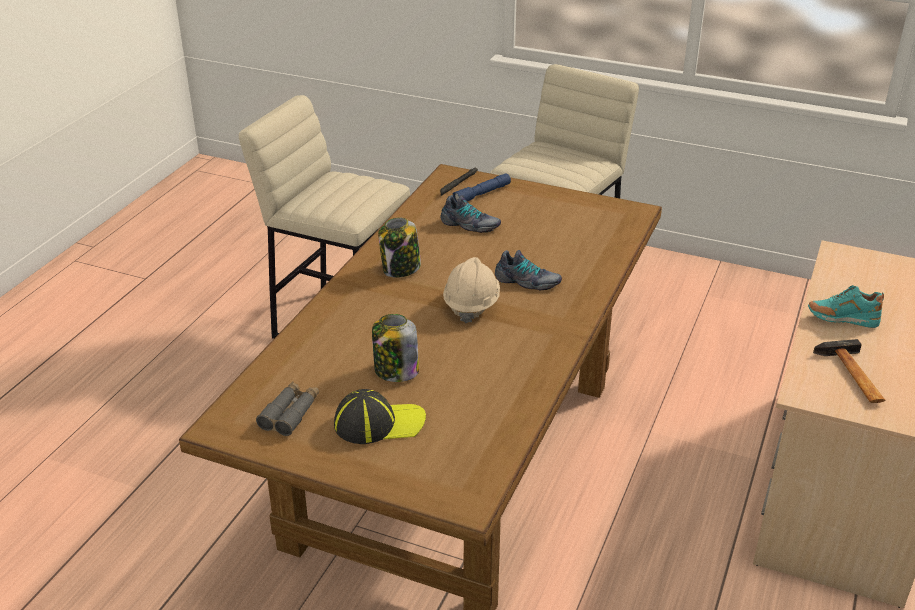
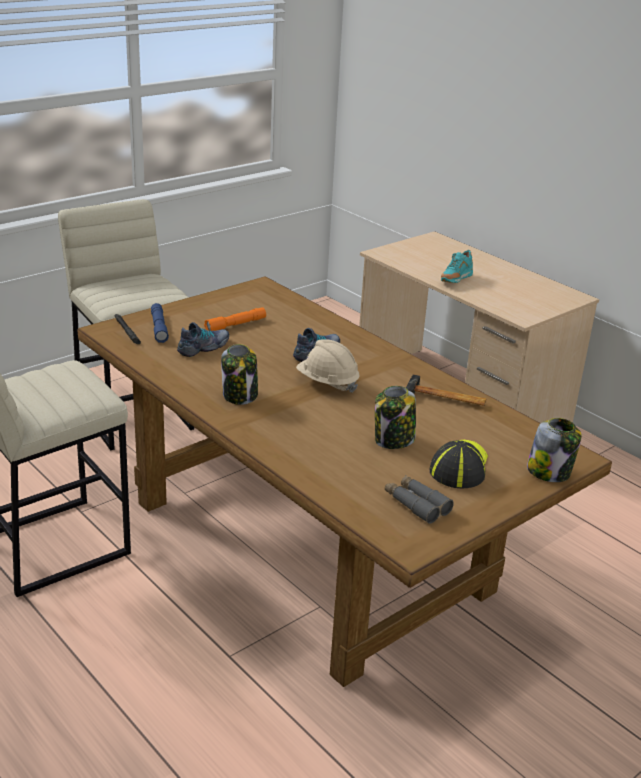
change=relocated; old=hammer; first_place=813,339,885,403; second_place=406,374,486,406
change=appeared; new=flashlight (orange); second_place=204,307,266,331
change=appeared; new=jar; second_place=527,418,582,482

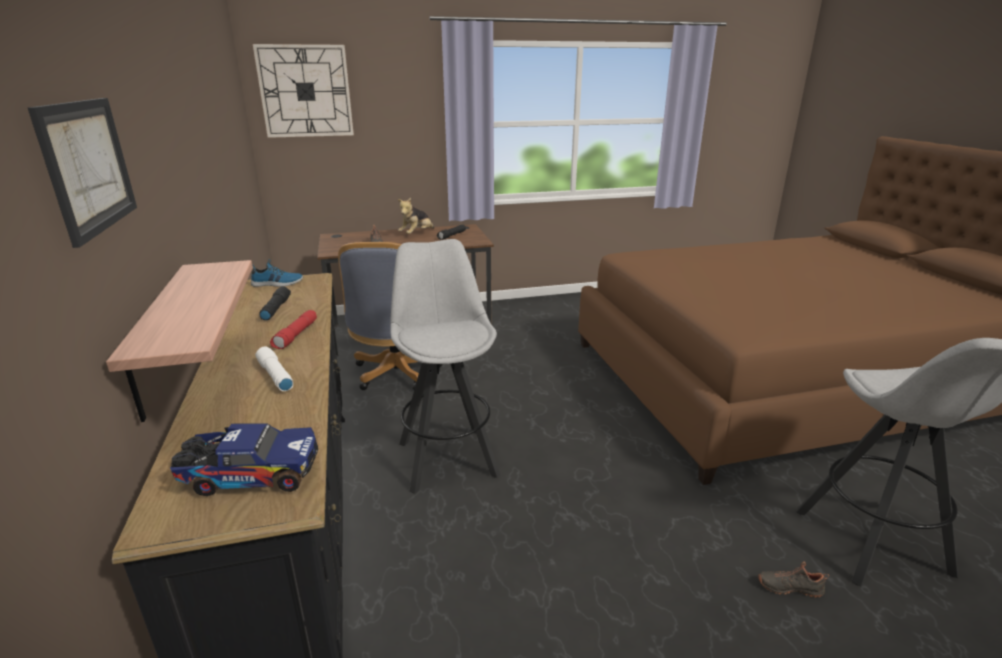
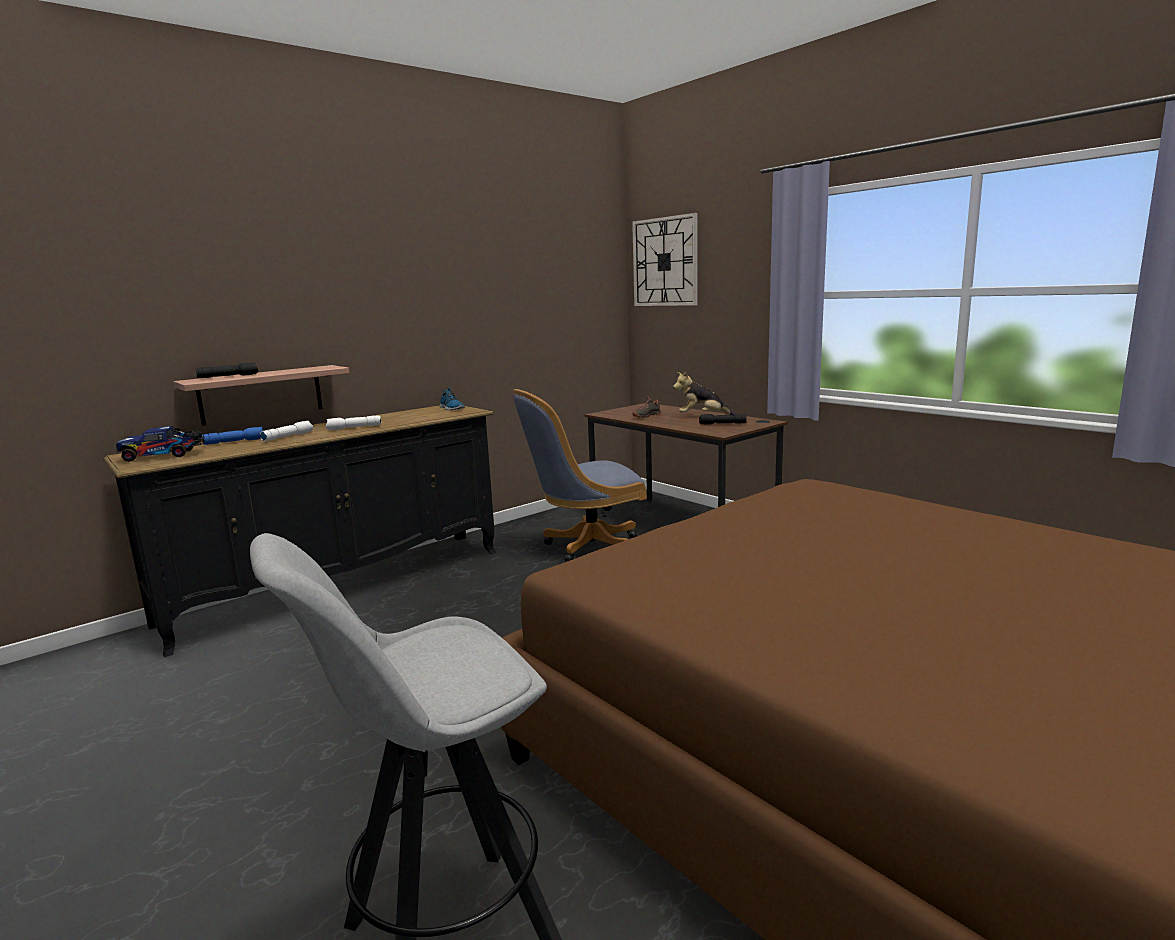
change=missing; old=picture; first_place=28,98,137,248
change=spun; old=toy truck; first_place=170,424,318,496; second_place=116,426,205,462; degrees=105
change=relocated; old=flashlight (black); first_place=259,286,291,320; second_place=196,363,258,378
change=colour; old=flashlight (red); new=flashlight (white); first_place=270,310,317,349; second_place=326,415,381,430
change=missing; old=stool (grey); first_place=390,239,500,494
change=missing; old=shoe (black); first_place=758,562,829,598
change=appeared; new=flashlight (blue); second_place=202,427,263,445

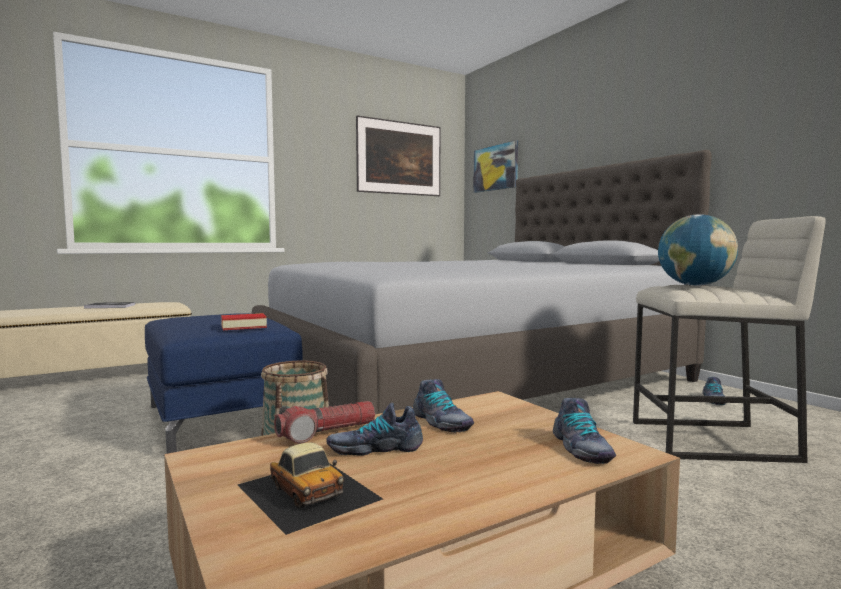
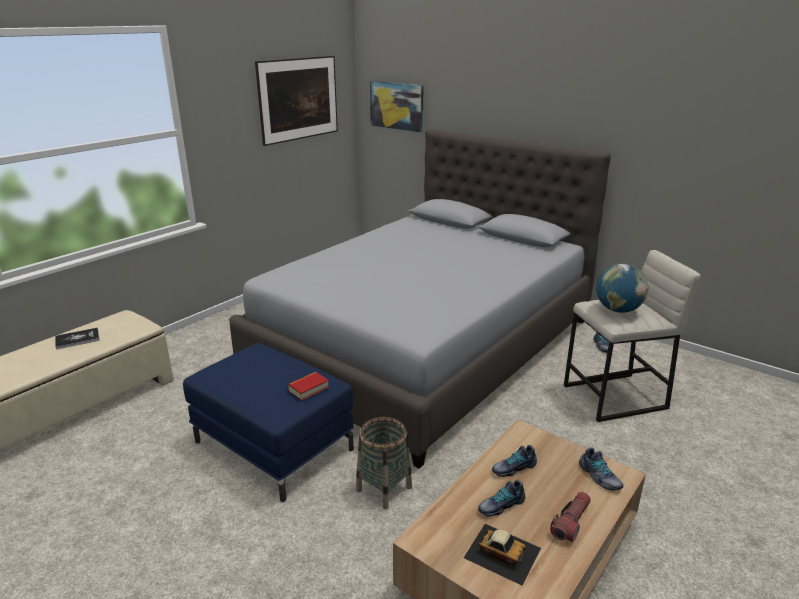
change=relocated; old=flashlight; first_place=274,401,375,444; second_place=550,492,591,542
change=spun; old=shoe; first_place=413,379,474,432; second_place=492,445,537,477; degrees=120

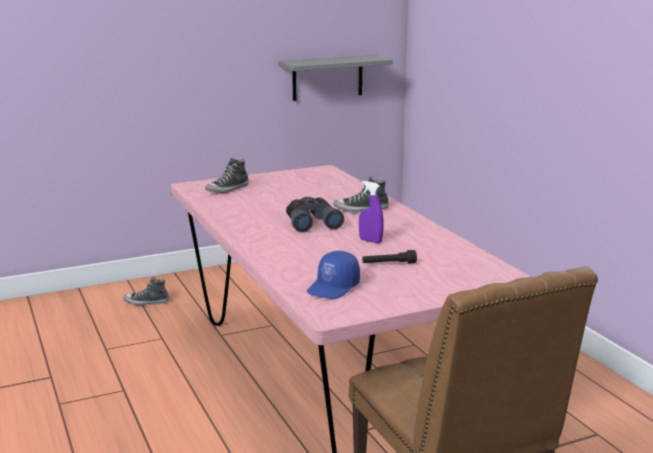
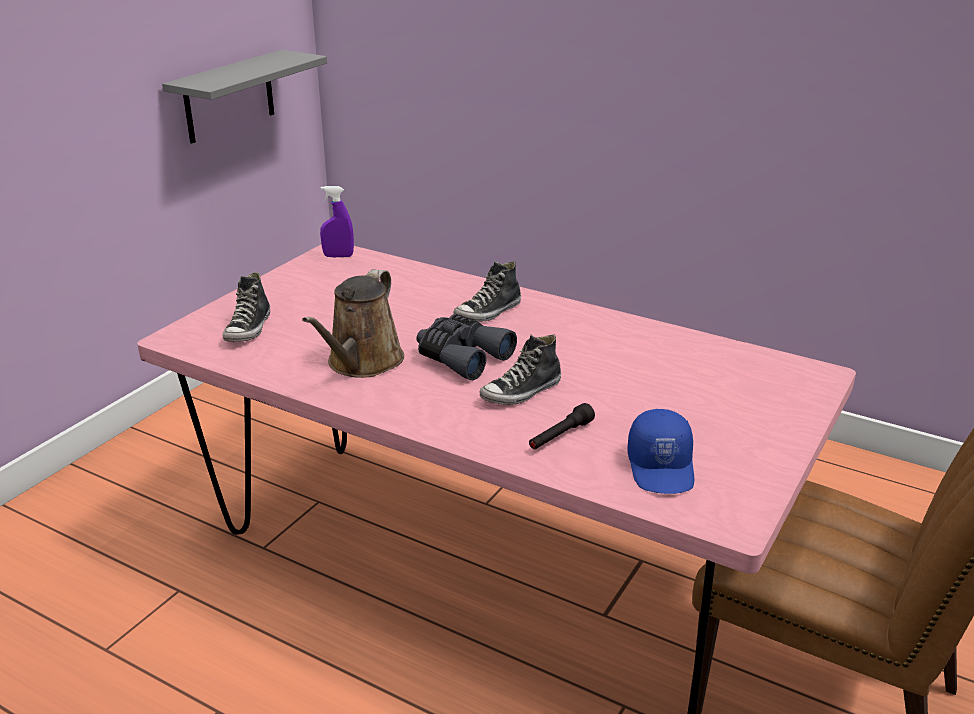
change=relocated; old=shoe; first_place=123,276,169,305; second_place=479,334,561,405
change=relocated; old=spray bottle (purple); first_place=359,181,384,243; second_place=320,186,354,257
change=relocated; old=flashlight (black); first_place=362,250,417,263; second_place=529,403,595,449
change=appeared; new=watering can (brown); second_place=302,269,404,378

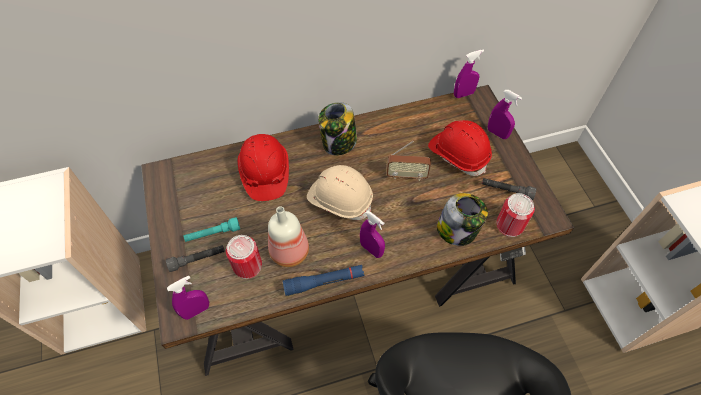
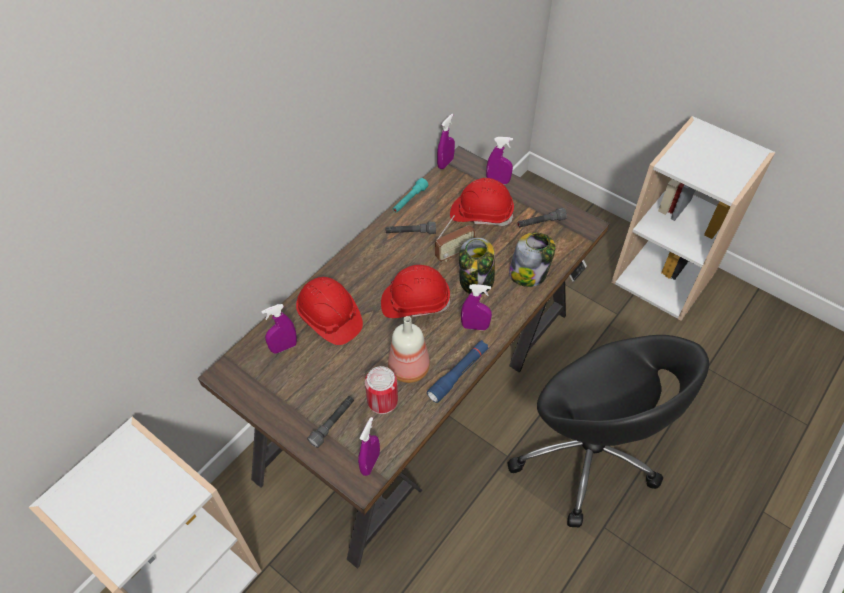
change=relocated; old=flashlight (turquoise); first_place=184,217,240,242; second_place=393,178,428,213
change=colour; old=hard hat (beige); new=hard hat (red); first_place=307,165,373,220; second_place=381,265,450,318
change=relocated; old=jar; first_place=318,102,357,156; second_place=459,238,495,295
change=missing; old=can; first_place=497,193,535,237
change=appeared; new=spray bottle (purple); second_place=261,304,297,354
change=appeared; new=flashlight (grey); second_place=385,222,436,234

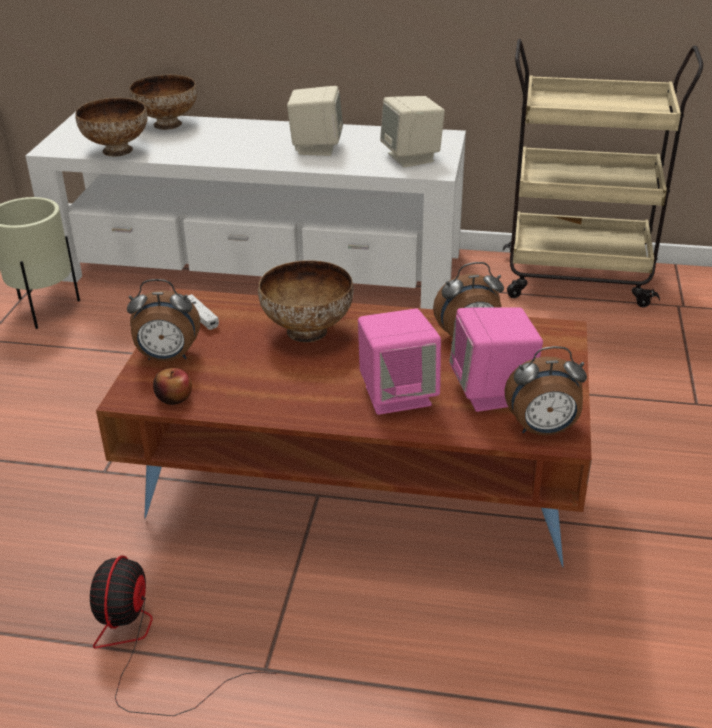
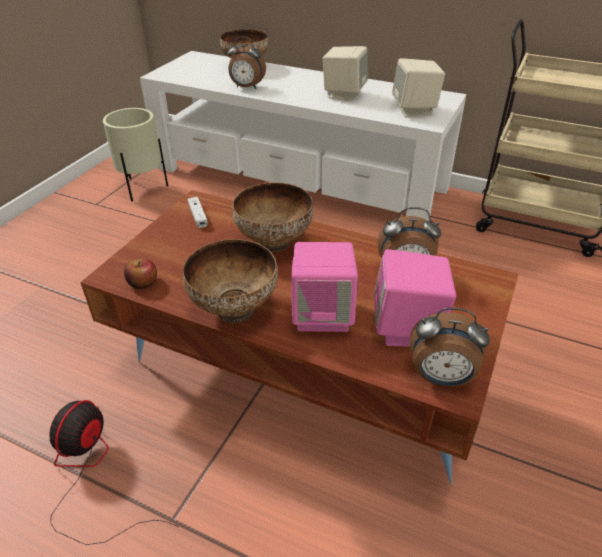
change=relocated; old=bowl; first_place=75,98,148,156; second_place=183,239,278,323
change=relocated; old=alarm clock; first_place=127,279,200,361; second_place=227,36,266,89

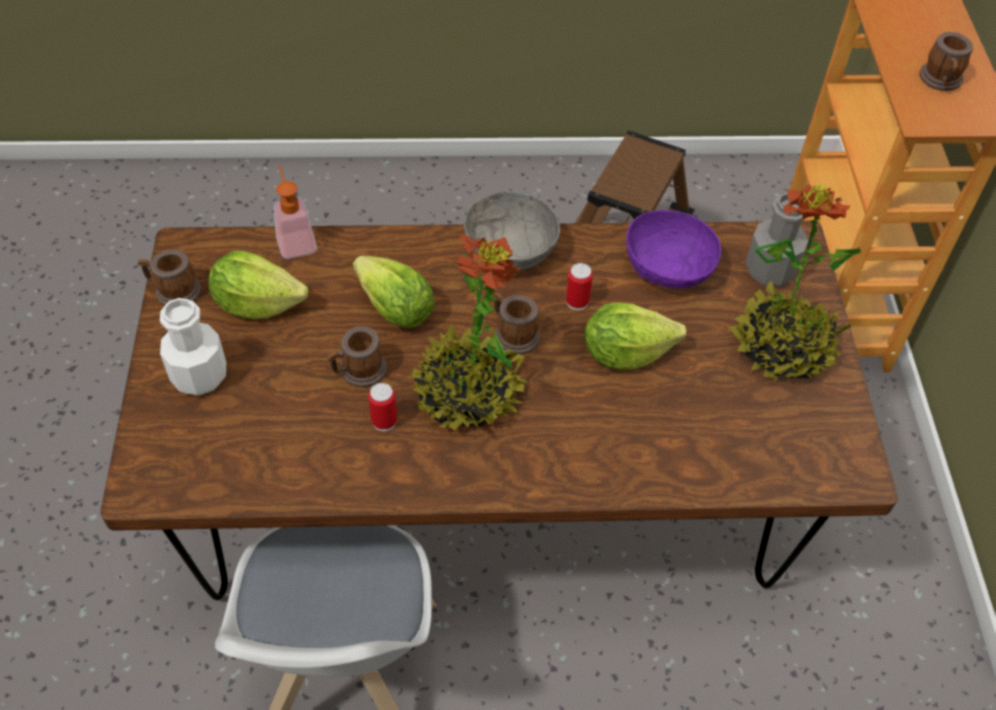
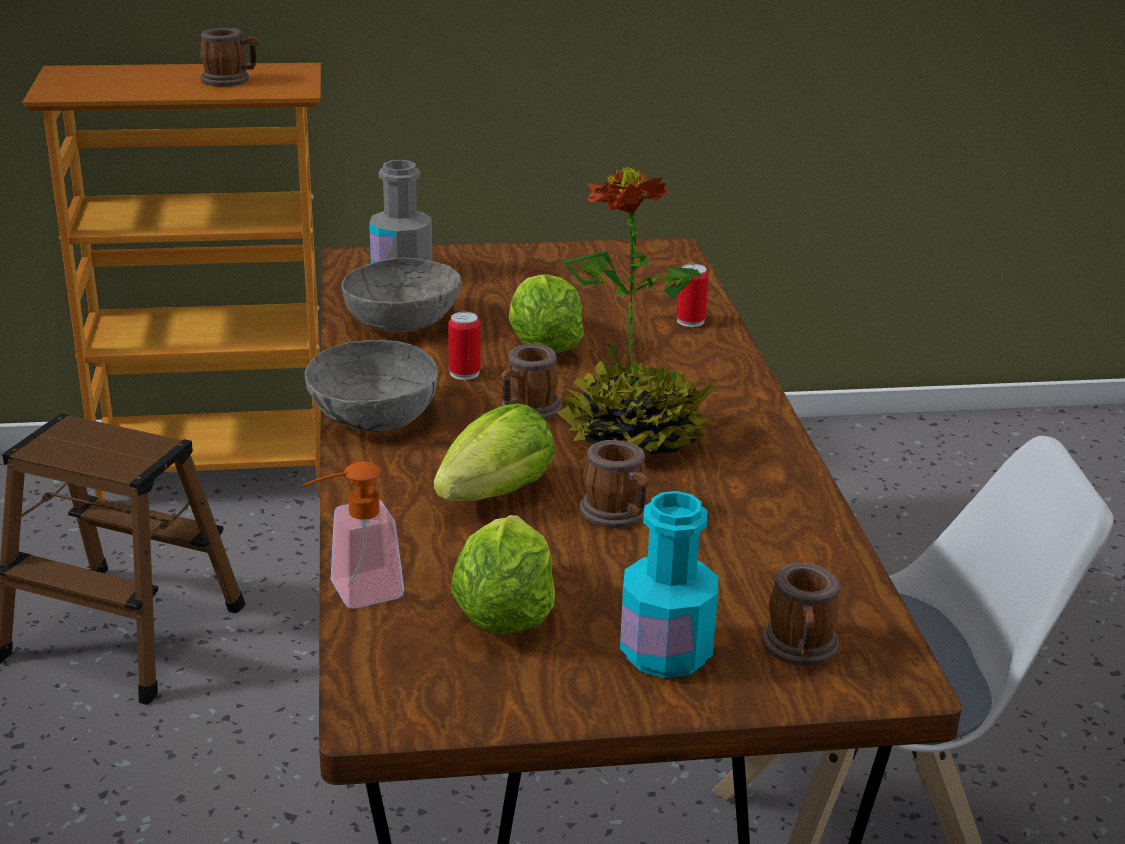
change=relocated; old=mug; first_place=138,250,201,306; second_place=762,563,840,666
change=colour; old=bottle (white); new=bottle (turquoise); first_place=160,298,226,396; second_place=620,491,718,678
change=relocated; old=can; first_place=368,383,397,431; second_place=676,264,709,327
change=colour; old=bowl (purple); new=bowl (grey); first_place=626,210,721,289; second_place=342,258,461,332
change=missing; old=potted plant; first_place=729,183,861,381

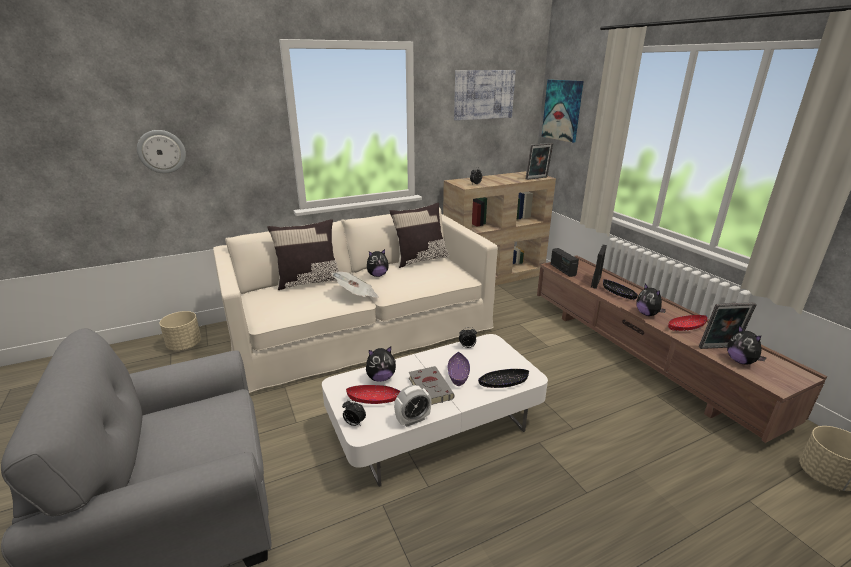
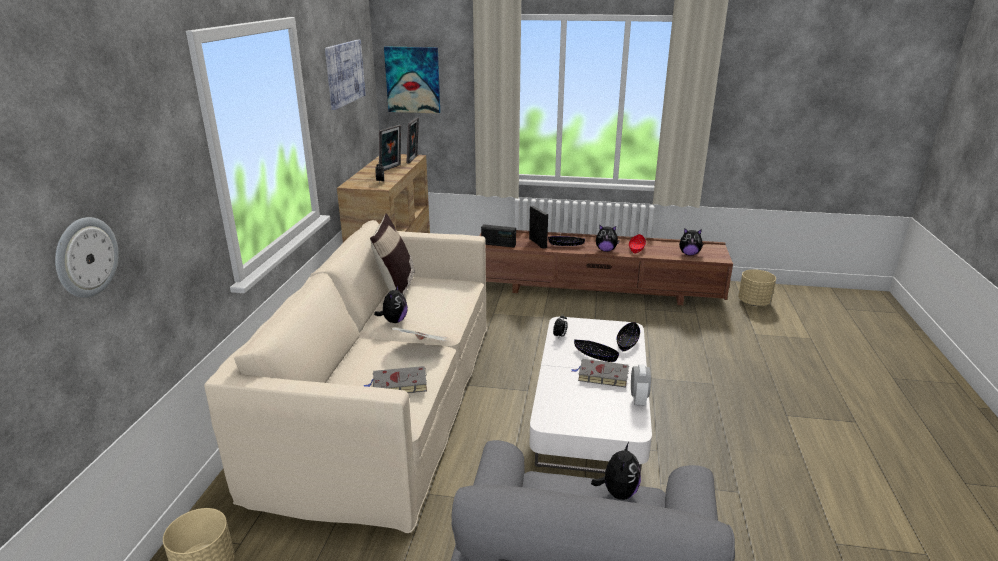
change=missing; old=pillow; first_place=267,219,339,290
change=missing; old=alarm clock; first_place=342,400,366,426
change=missing; old=bowl (red); first_place=346,385,401,404
change=relocated; old=plush toy; first_place=366,347,396,382; second_place=591,442,641,500
change=colour; old=bowl (purple); new=bowl (black); first_place=448,351,470,386; second_place=574,339,619,362
change=relocated; old=picture frame; first_place=699,302,757,349; second_place=379,125,401,171
change=appeared; new=book (grey); second_place=363,366,427,393

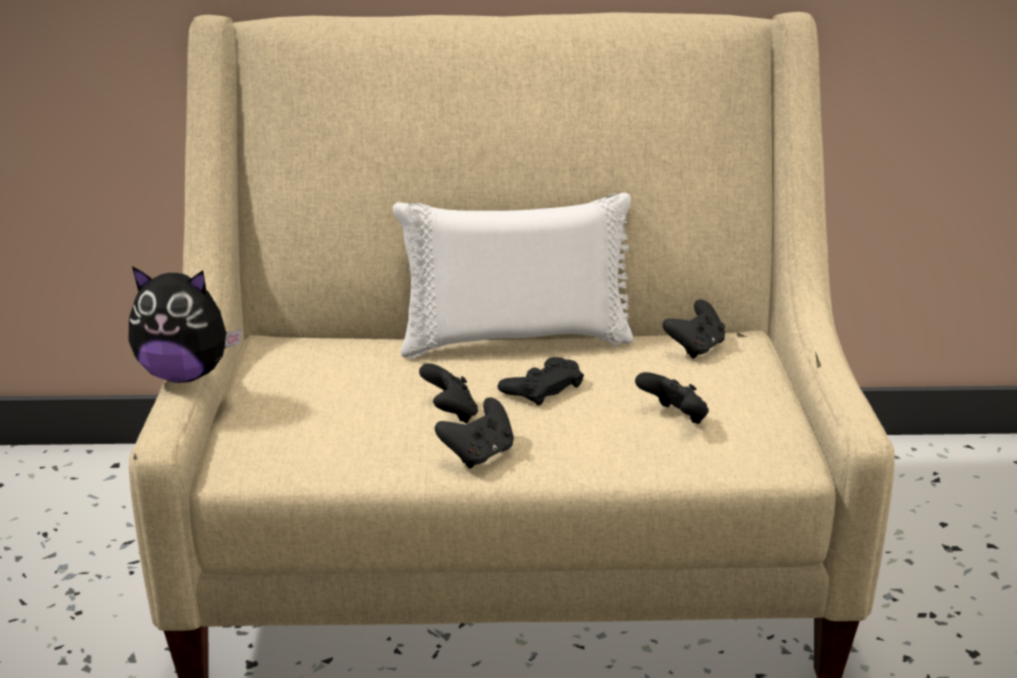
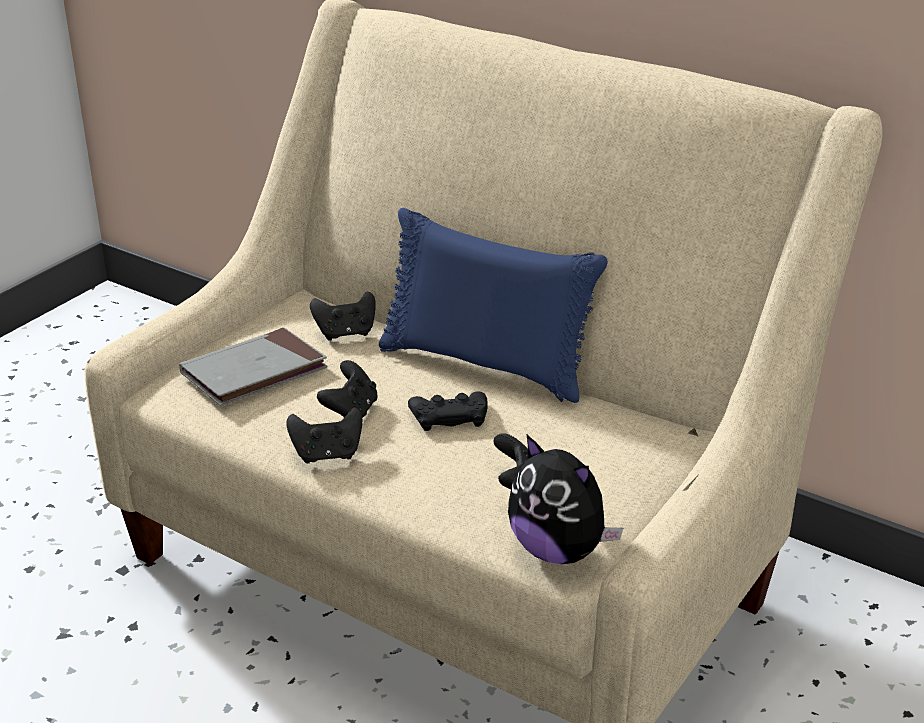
change=relocated; old=plush toy; first_place=129,266,242,383; second_place=508,435,623,564
change=colour; old=pillow (white); new=pillow (blue); first_place=393,193,633,359; second_place=379,208,608,403
change=relocated; old=game controller (black); first_place=663,300,725,359; second_place=310,292,375,341
change=appeared; new=book (grey); second_place=179,328,327,406

